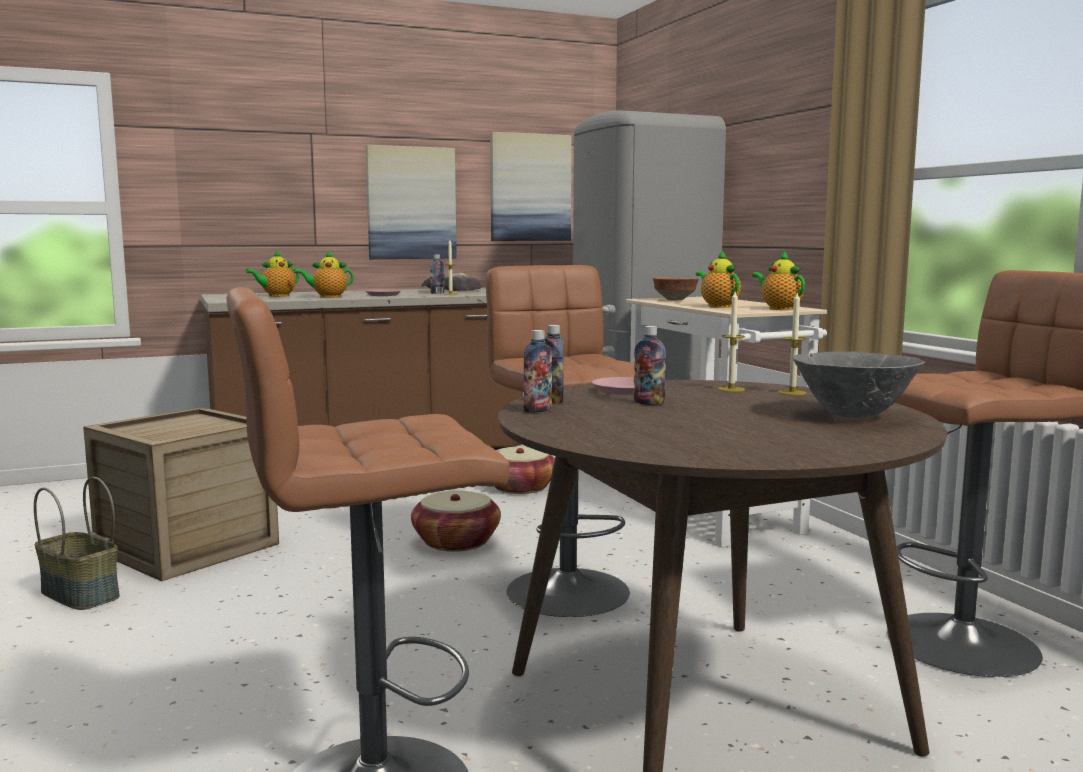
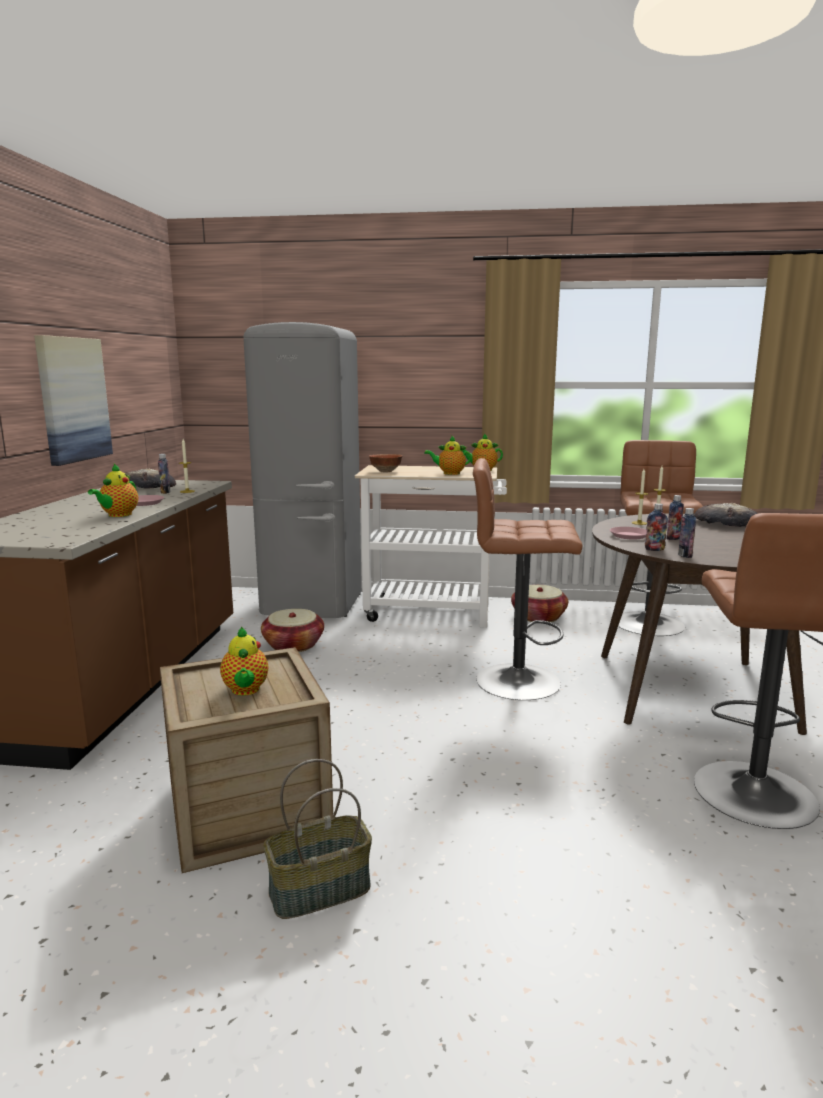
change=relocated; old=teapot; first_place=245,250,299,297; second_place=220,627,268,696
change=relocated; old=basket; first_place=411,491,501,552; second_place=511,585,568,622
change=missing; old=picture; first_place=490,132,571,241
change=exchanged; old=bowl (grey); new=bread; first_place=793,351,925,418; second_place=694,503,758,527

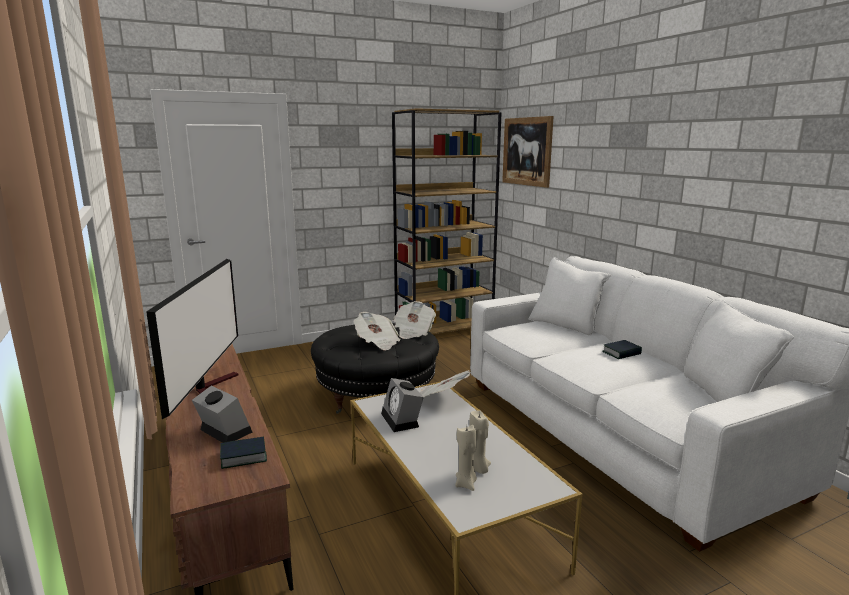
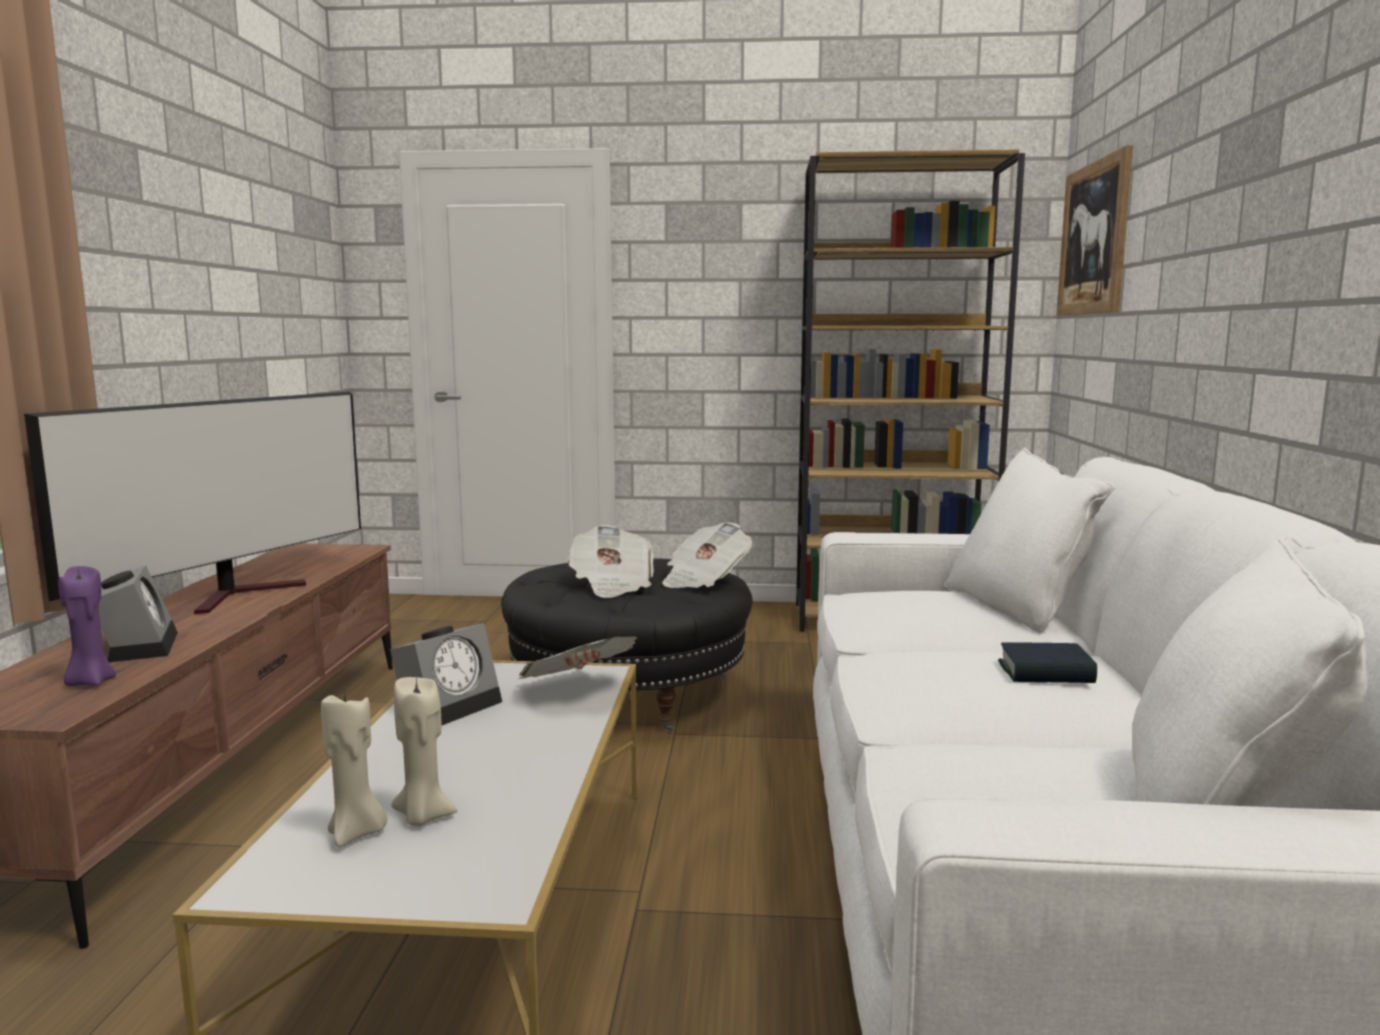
change=exchanged; old=book; new=candle (purple); first_place=220,437,267,469; second_place=58,566,116,686
change=spun; old=alarm clock; first_place=381,378,424,432; second_place=390,623,502,725; degrees=-150

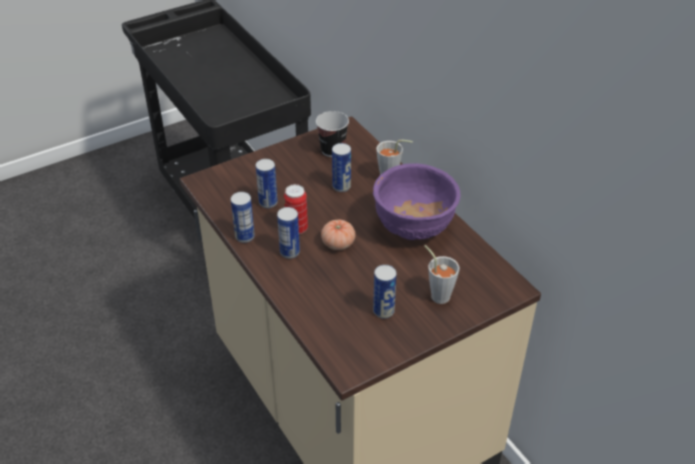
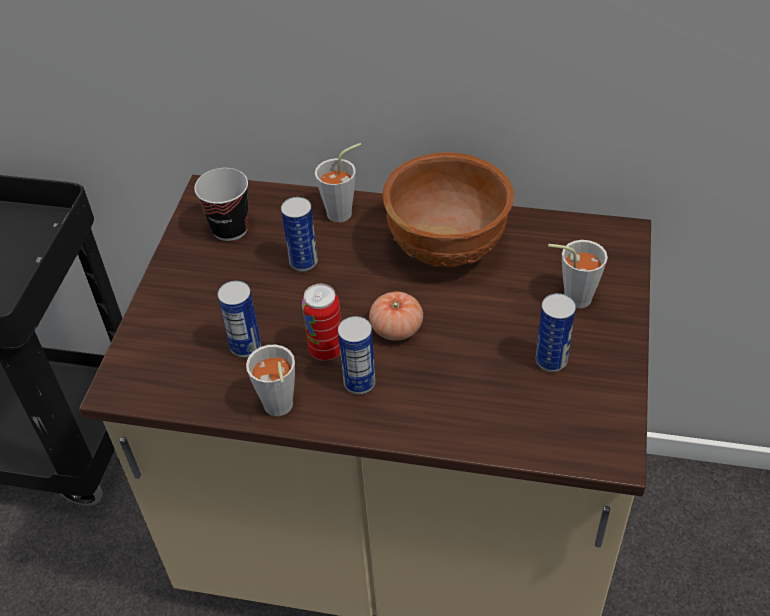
change=exchanged; old=can; new=cup (grey); first_place=231,192,255,243; second_place=246,345,295,416
change=colour; old=bowl (purple); new=bowl (brown); first_place=373,163,461,240; second_place=383,152,514,267

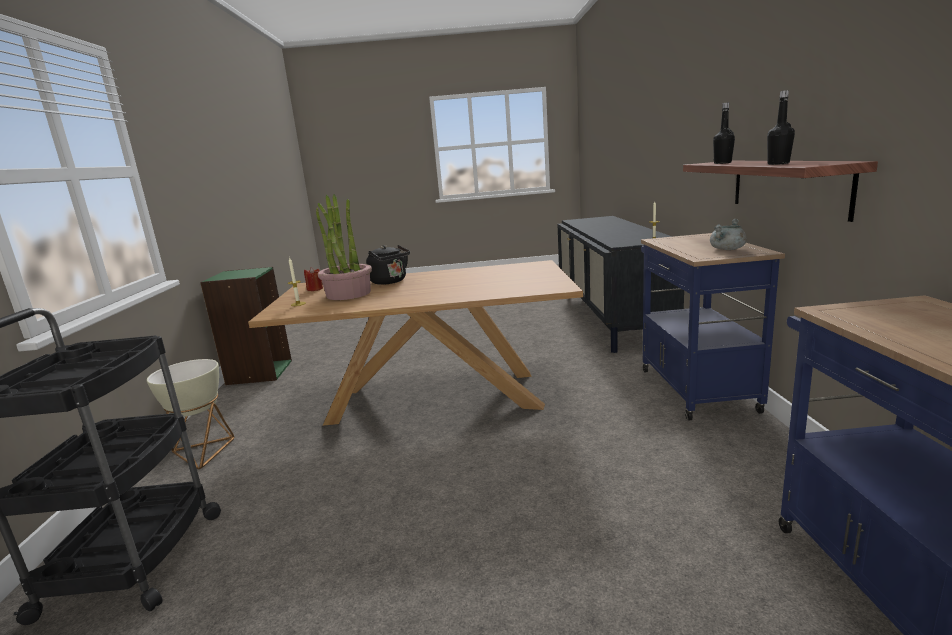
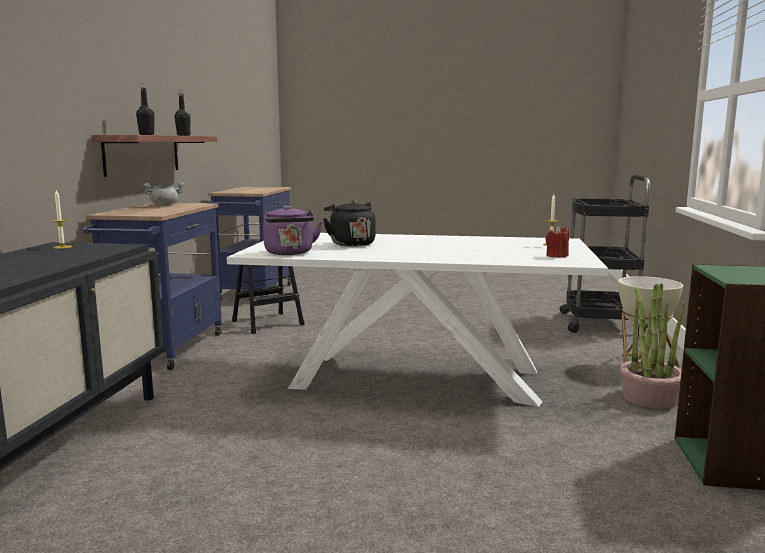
change=colour; old=dining table (brown); new=dining table (white); first_place=248,260,583,426; second_place=227,233,609,407
change=relocated; old=potted plant; first_place=316,194,372,300; second_place=620,283,685,409
change=relocated; old=kettle (black); first_place=366,245,410,285; second_place=323,200,376,247
change=appeared; new=step ladder (black); second_place=232,265,305,334
change=appeared; new=kettle (purple); second_place=263,205,323,255

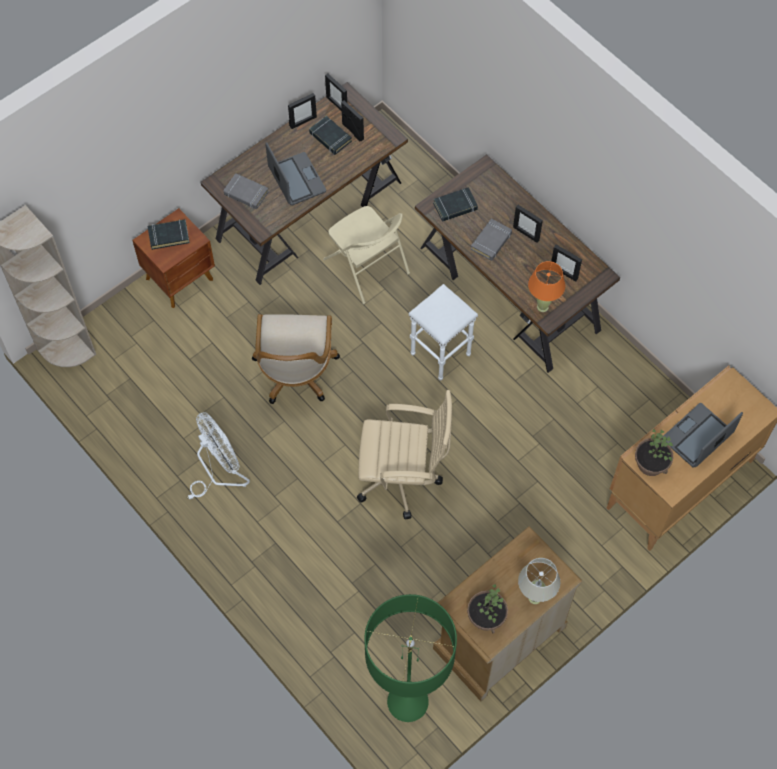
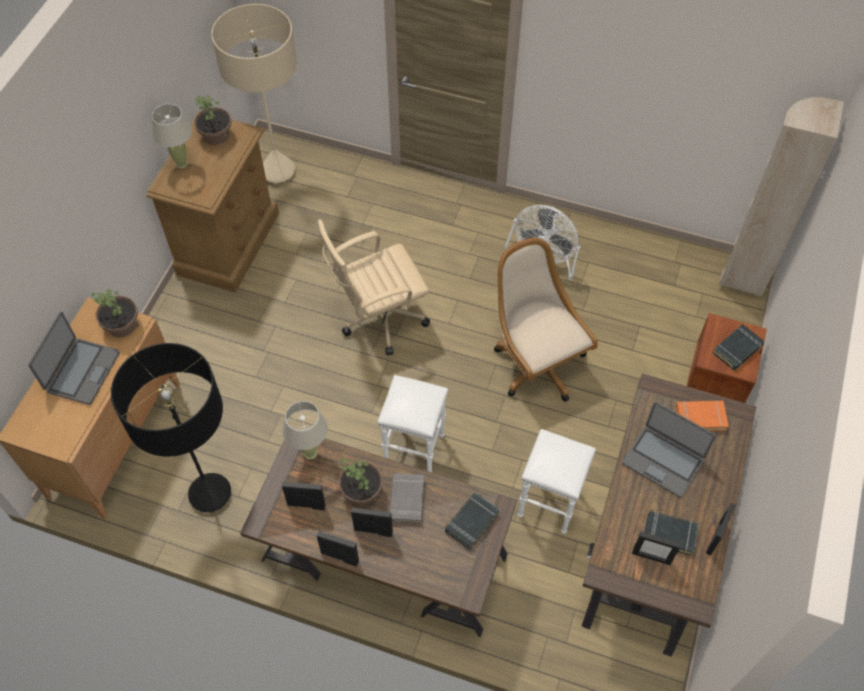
change=colour; old=book (grey); new=book (orange); first_place=223,173,269,209; second_place=676,400,729,431
change=exchanged; old=chair (beige); new=stool (white); first_place=323,206,410,304; second_place=518,429,596,534
change=relocated; old=picture frame; first_place=325,73,347,111; second_place=317,531,359,567
change=colour; old=floor lamp (green); new=floor lamp (beige); first_place=364,594,457,722; second_place=211,4,297,183
change=colour; old=table lamp (orange); new=table lamp (beige); first_place=528,261,565,312; second_place=282,401,328,459
change=appeared; new=floor lamp (black); second_place=111,343,231,512
change=appeared; new=potted plant; second_place=339,458,383,505

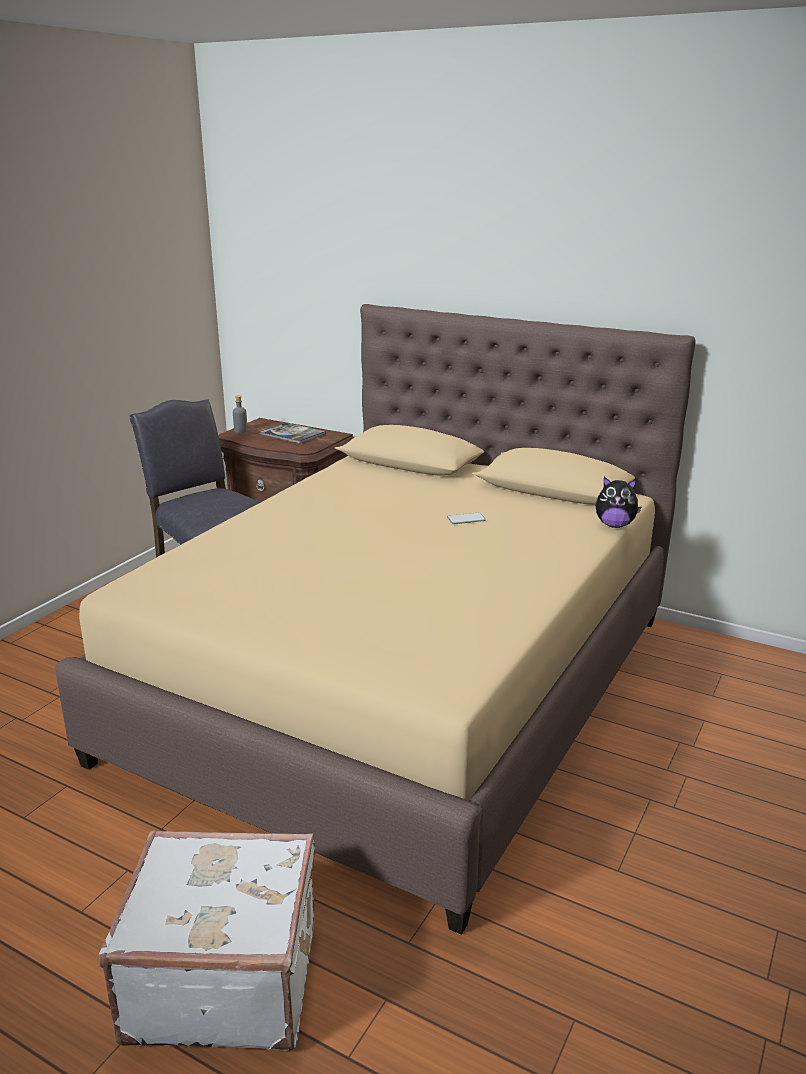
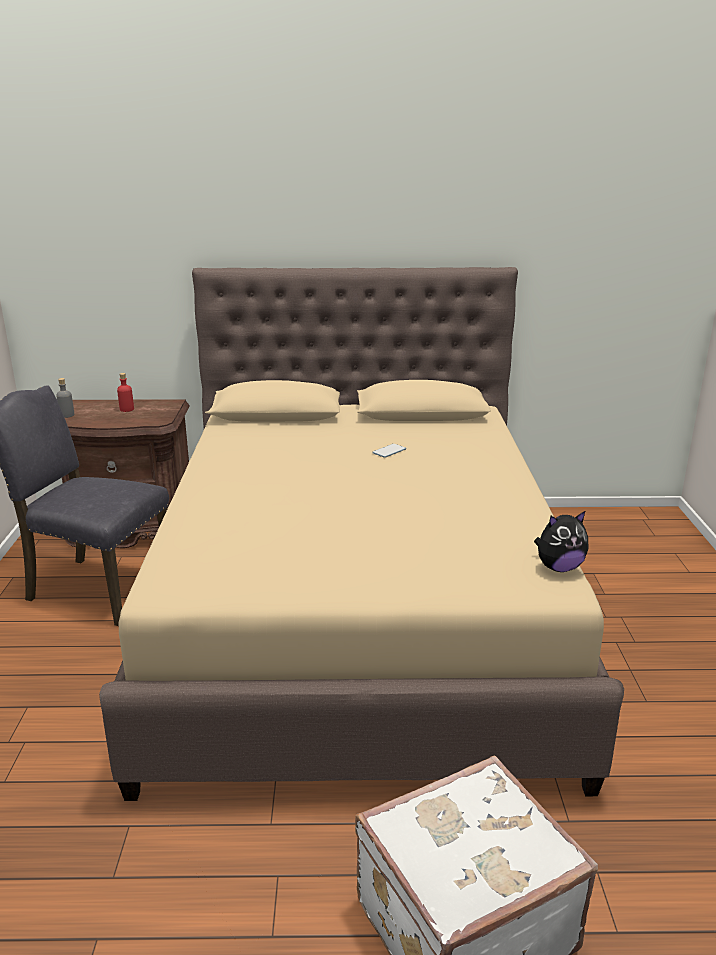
change=exchanged; old=book; new=bottle (red); first_place=260,423,326,444; second_place=117,373,134,412
change=relocated; old=plush toy; first_place=596,477,642,528; second_place=534,511,589,572

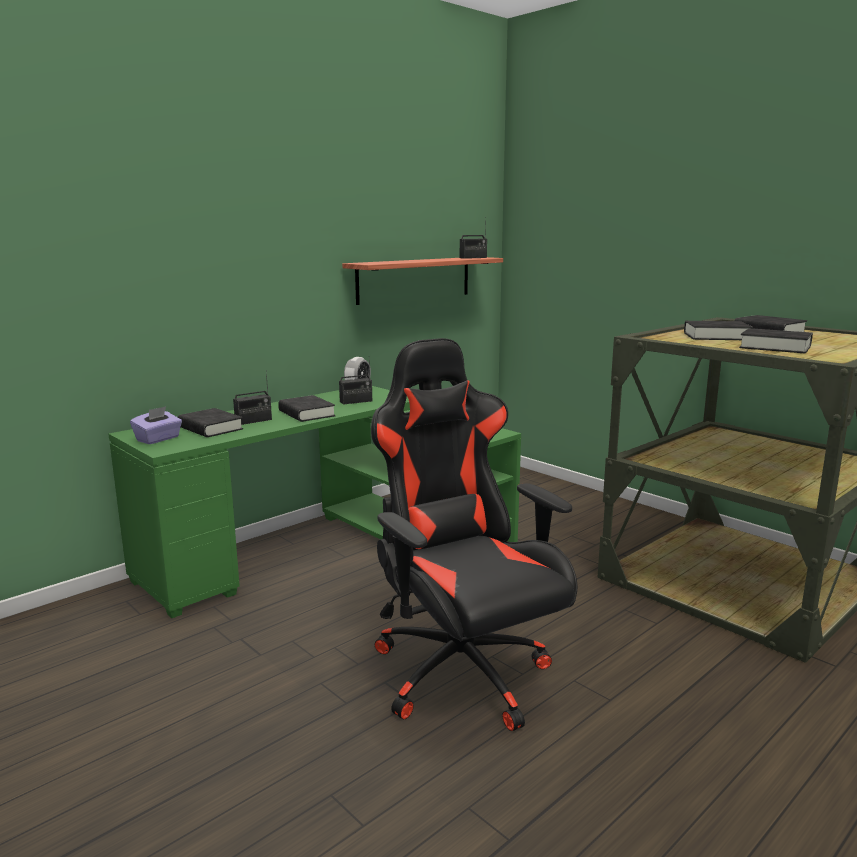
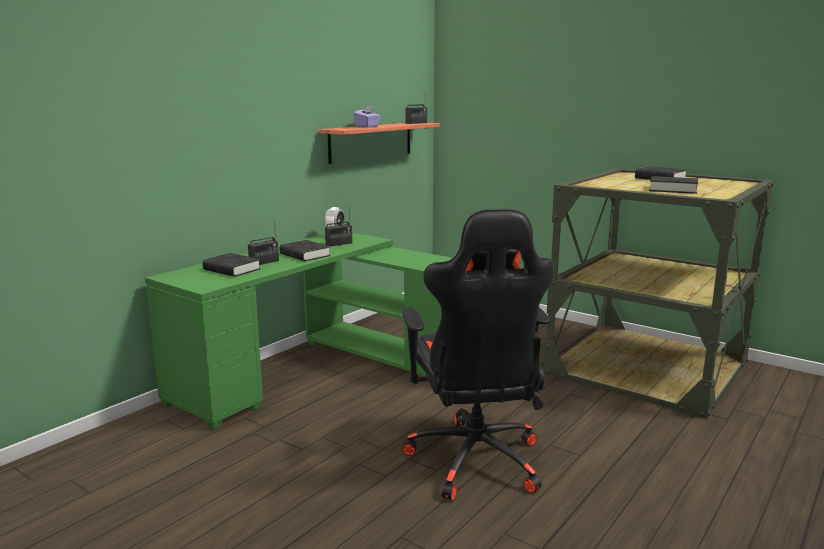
change=relocated; old=tissue box (purple); first_place=130,406,182,444; second_place=353,105,380,128
change=spun; old=office chair (black); first_place=371,338,577,731; second_place=402,209,554,500; degrees=-150
change=missing; old=book (black); first_place=684,321,753,340

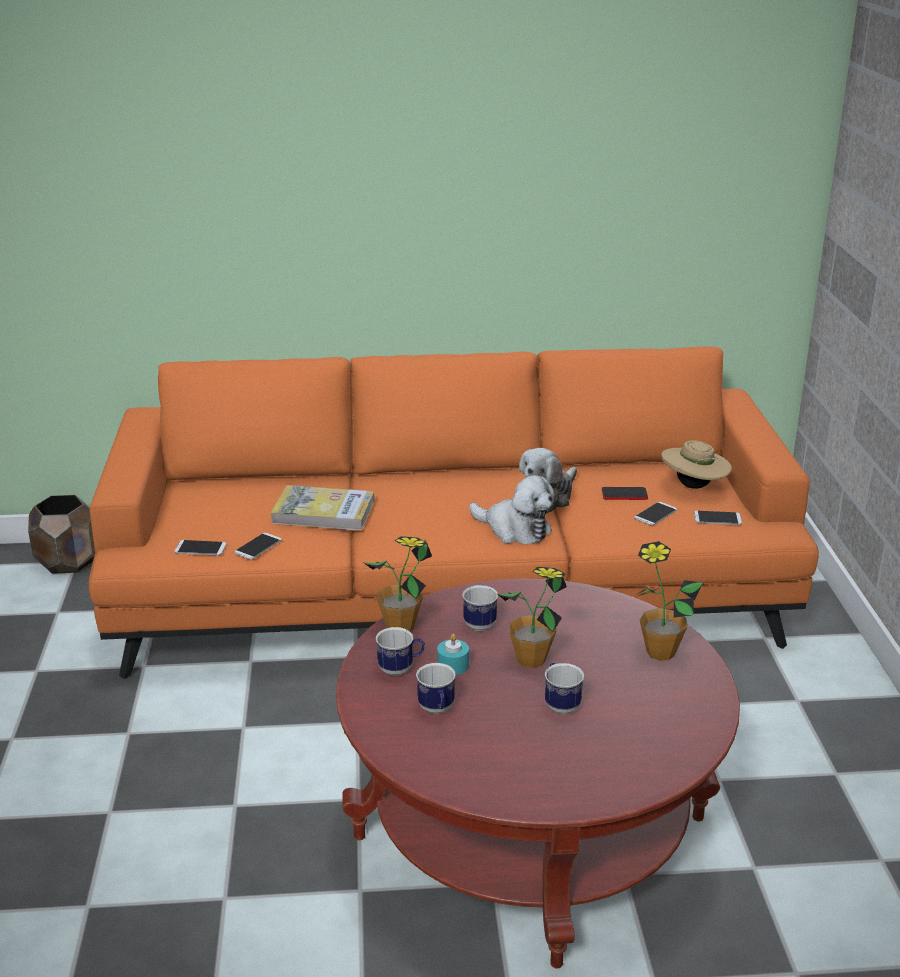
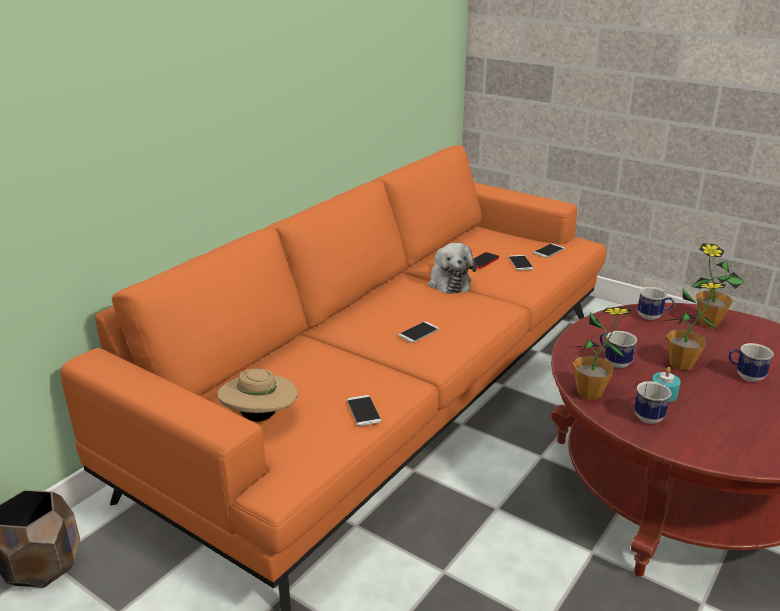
change=relocated; old=phone; first_place=174,540,226,556; second_place=398,321,439,343
change=missing; old=book; first_place=271,485,374,531
change=relocated; old=mug; first_place=416,663,456,714; second_place=638,287,674,320
change=missing; old=plush toy; first_place=469,475,554,544
change=relocated; old=hat (beige); first_place=661,440,732,489; second_place=217,368,298,422

